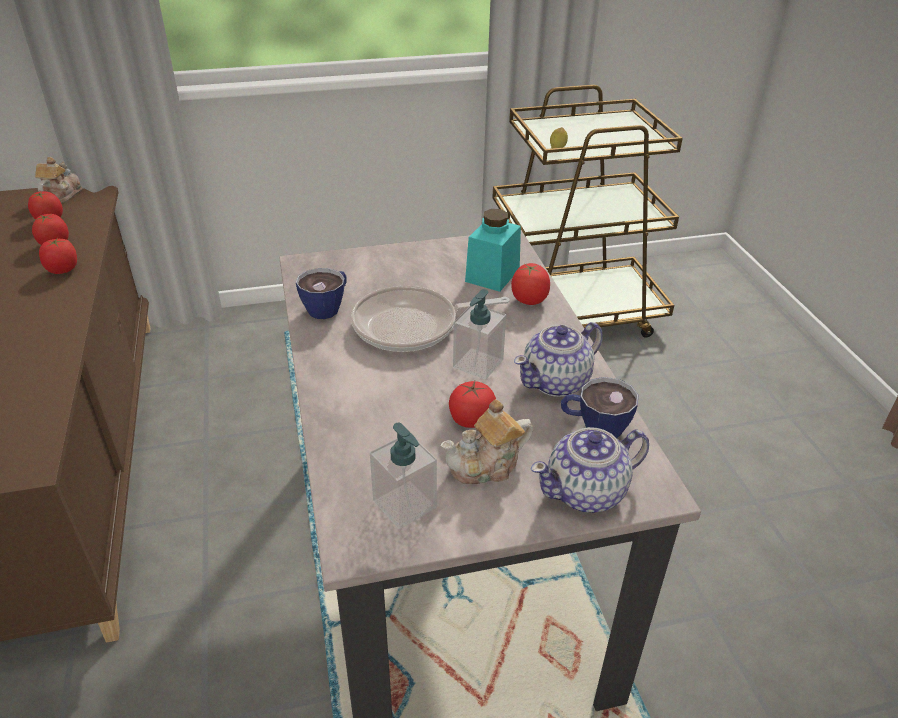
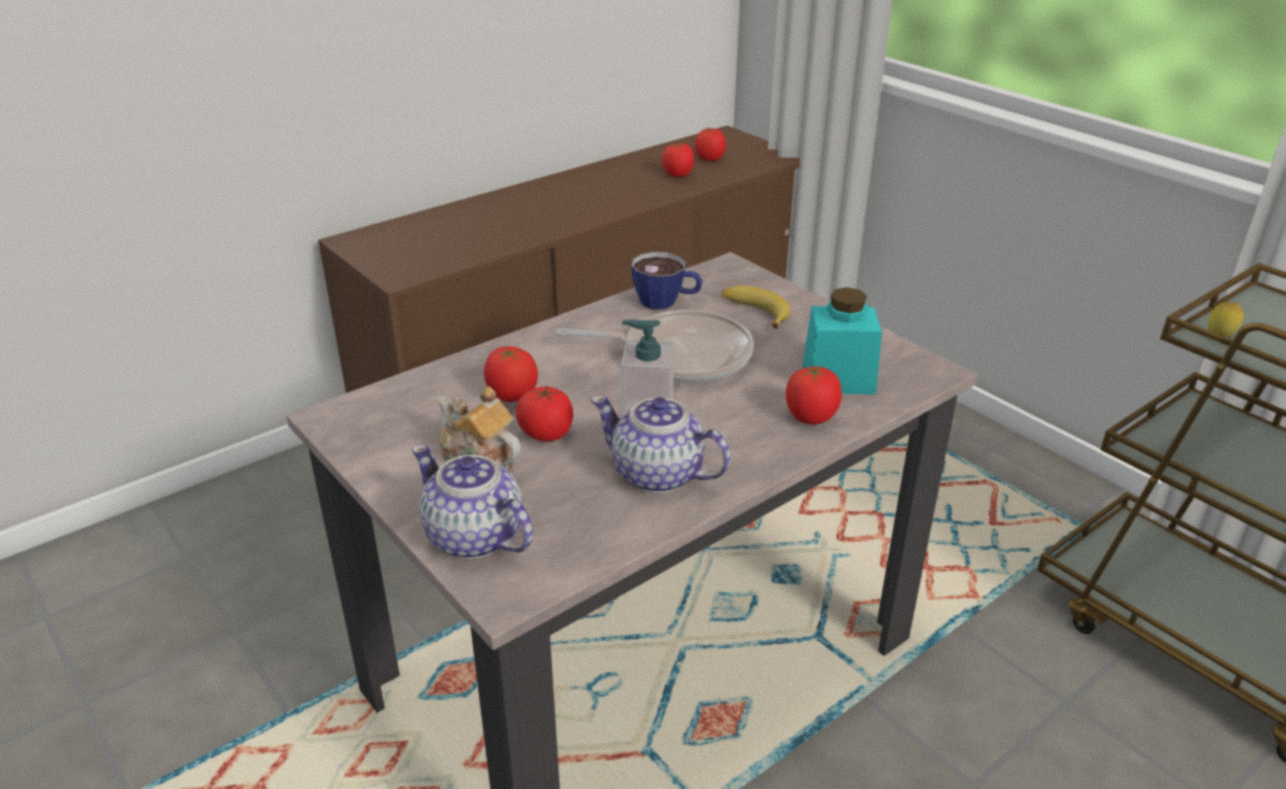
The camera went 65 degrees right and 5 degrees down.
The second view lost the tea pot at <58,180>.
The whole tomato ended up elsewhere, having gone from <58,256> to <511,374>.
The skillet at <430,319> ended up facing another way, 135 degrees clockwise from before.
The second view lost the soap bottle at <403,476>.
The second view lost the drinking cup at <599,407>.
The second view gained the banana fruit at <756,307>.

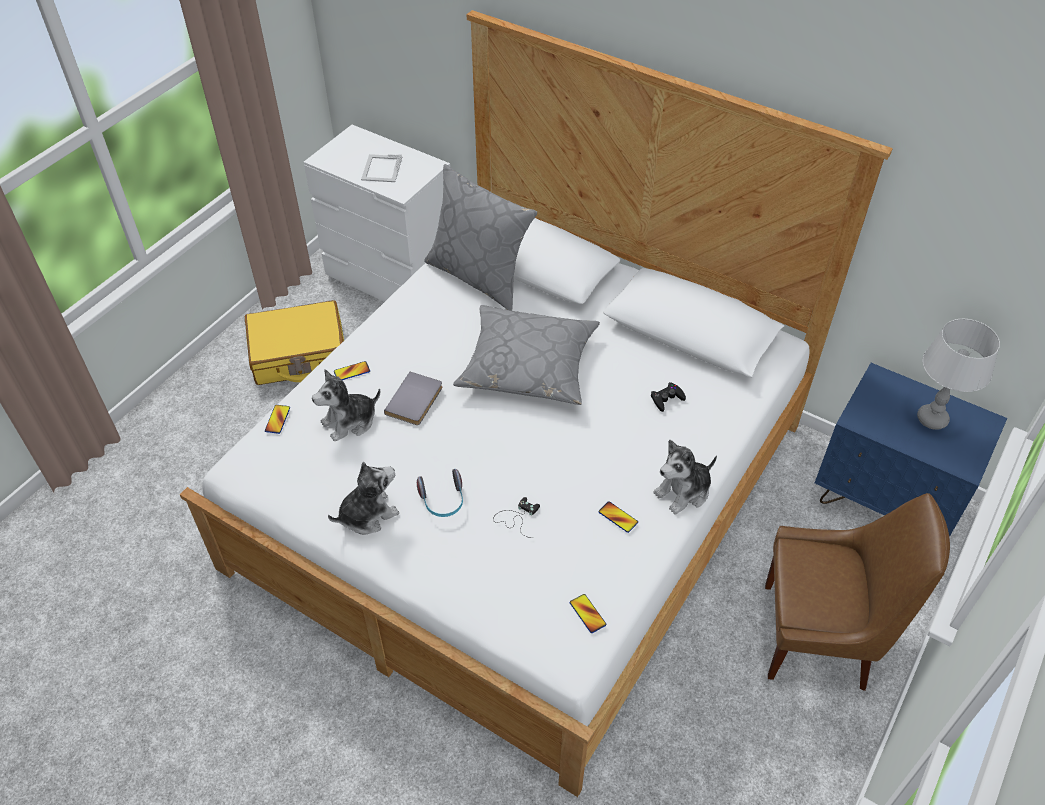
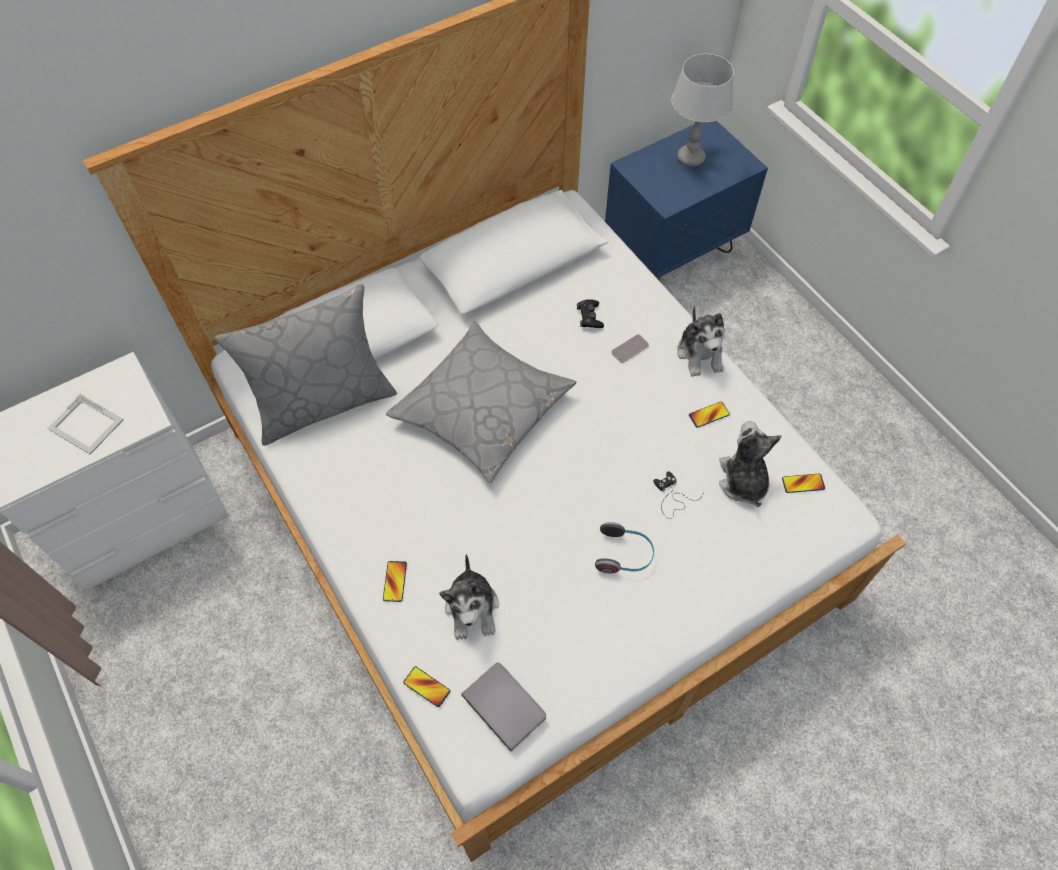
The camera went 65 degrees left and 10 degrees up.
The second view lost the yellow travel case at <294,342>.
The plush toy ended up elsewhere, having gone from <363,498> to <750,464>.
The grey book ended up elsewhere, having gone from <413,398> to <504,706>.
The second view lost the brown-coloured plain chair at <857,592>.
The second view gained the handset at <630,348>.

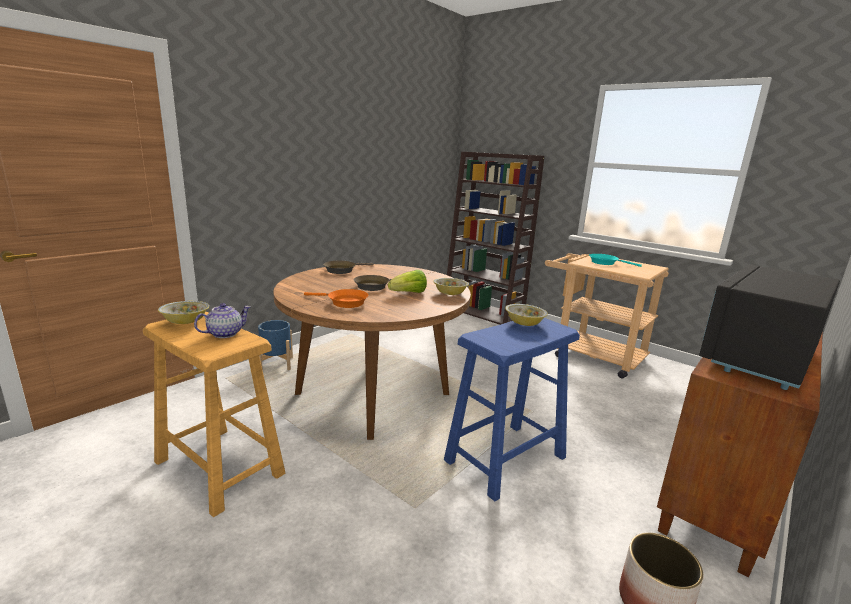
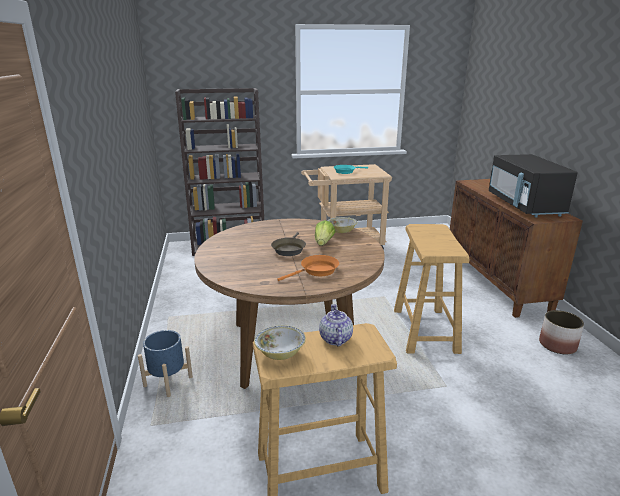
The camera went 50 degrees left and 5 degrees up.
The second view lost the brown-coloured skillet at <348,267>.
What was the bluish stool seat at <512,409> turned into the beige-coloured stool seat at <432,289>.
The second view lost the bowl at <526,315>.

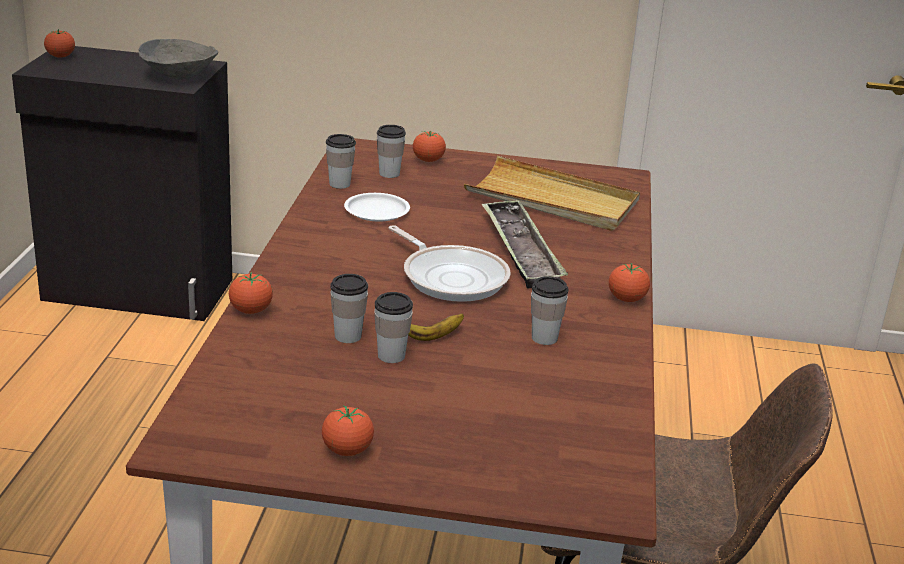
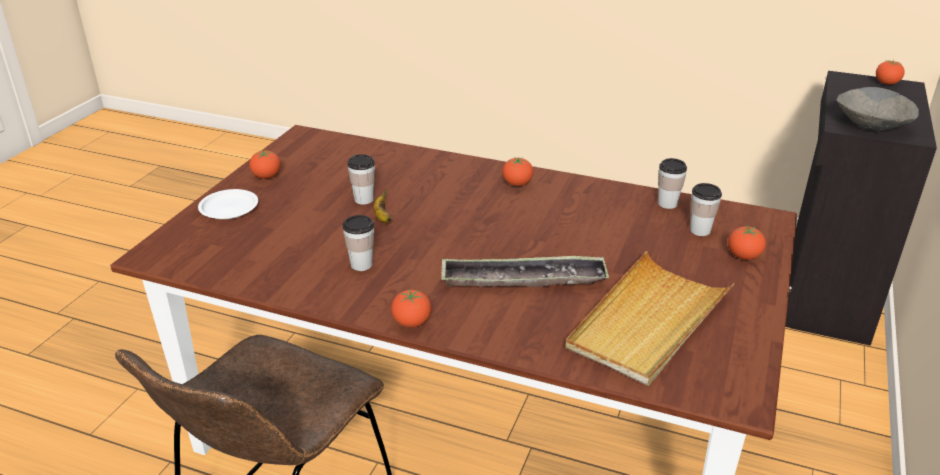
The camera went 105 degrees right and 5 degrees up.
The whole tomato ended up elsewhere, having gone from <251,293> to <517,171>.
The second view lost the drinking cup at <349,308>.
The white-coloured plate ended up elsewhere, having gone from <377,207> to <228,204>.
The second view lost the skillet at <449,263>.

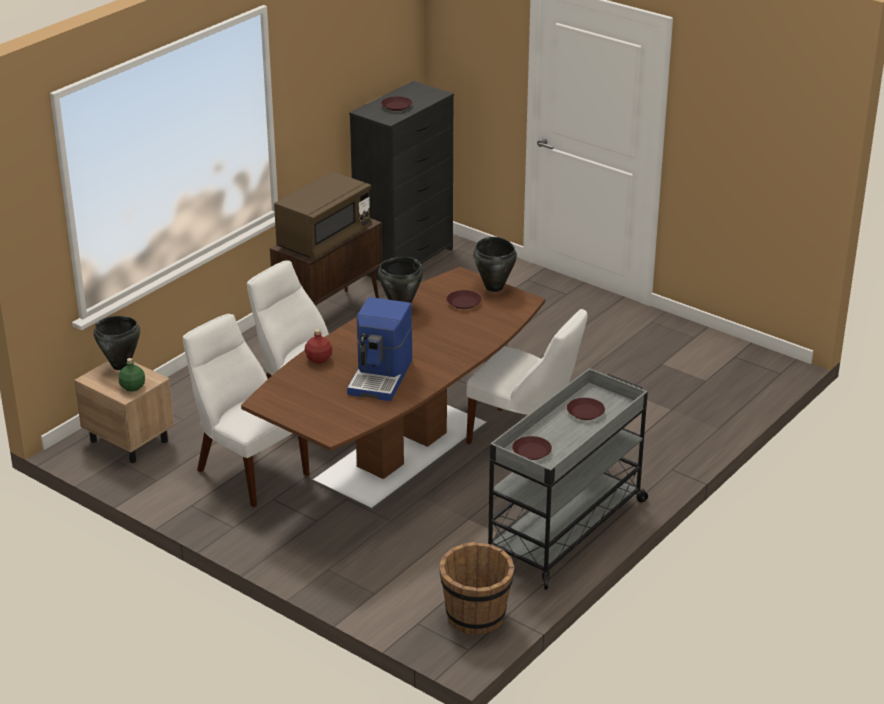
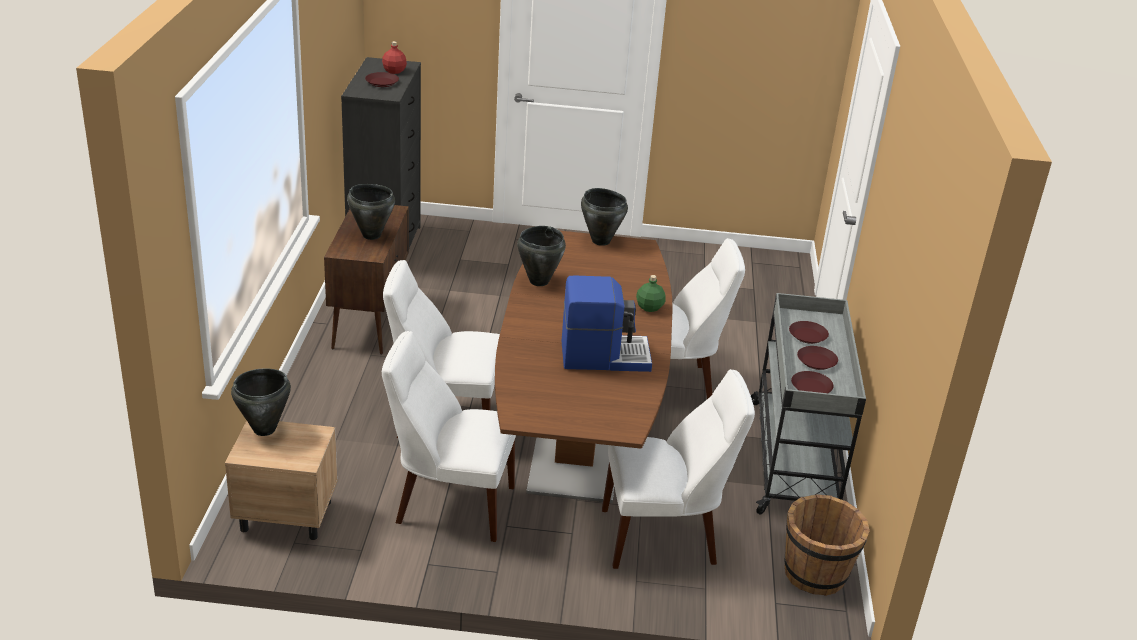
The camera went 35 degrees left and 0 degrees up.
The greenish drink bottle ended up elsewhere, having gone from <132,375> to <651,293>.
Where the brown-coloured kitchen microwave stood at <323,215>, the black saucepot came to stand at <371,212>.
The red drink bottle ended up elsewhere, having gone from <318,346> to <394,57>.
The coffee maker at <379,349> ended up facing another way, 75 degrees counterclockwise from before.
The brown-coloured plate ended up elsewhere, having gone from <464,299> to <817,358>.
The second view gained the white-coloured plain chair at <678,469>.

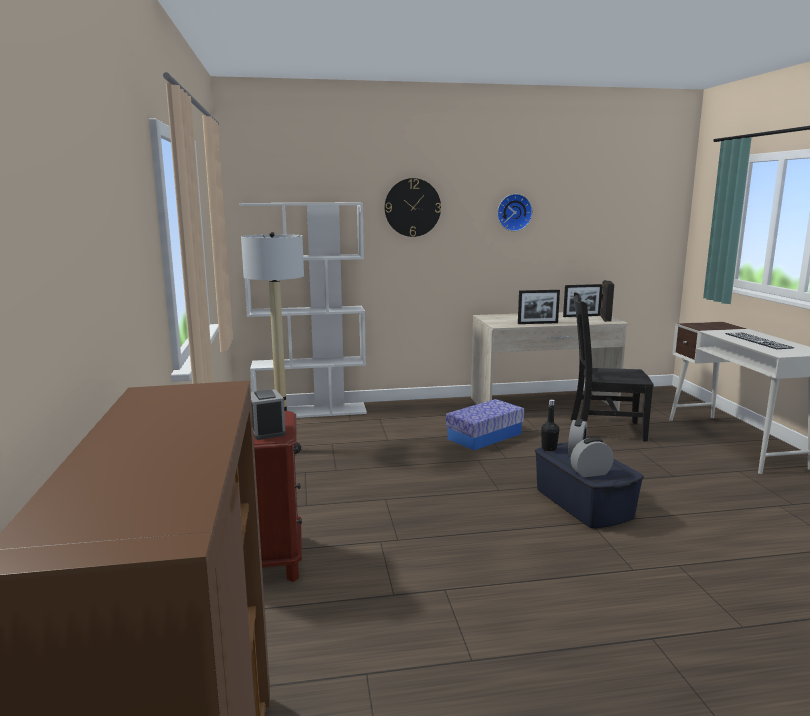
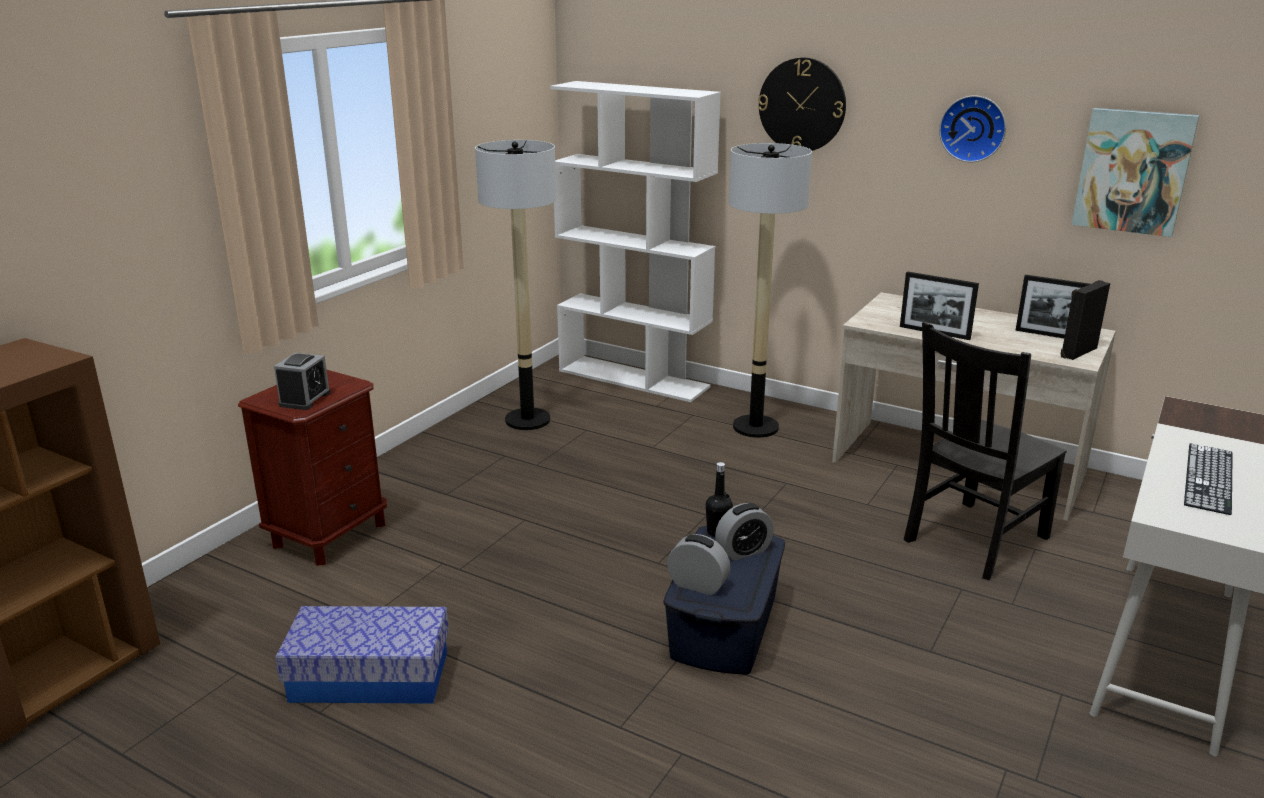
The camera went 40 degrees right and 10 degrees up.
The storage container ended up elsewhere, having gone from <485,424> to <362,655>.
The black plain chair at <612,367> ended up facing another way, 90 degrees counterclockwise from before.
The second view gained the standard lamp at <770,290>.
The second view gained the wall art at <1135,172>.

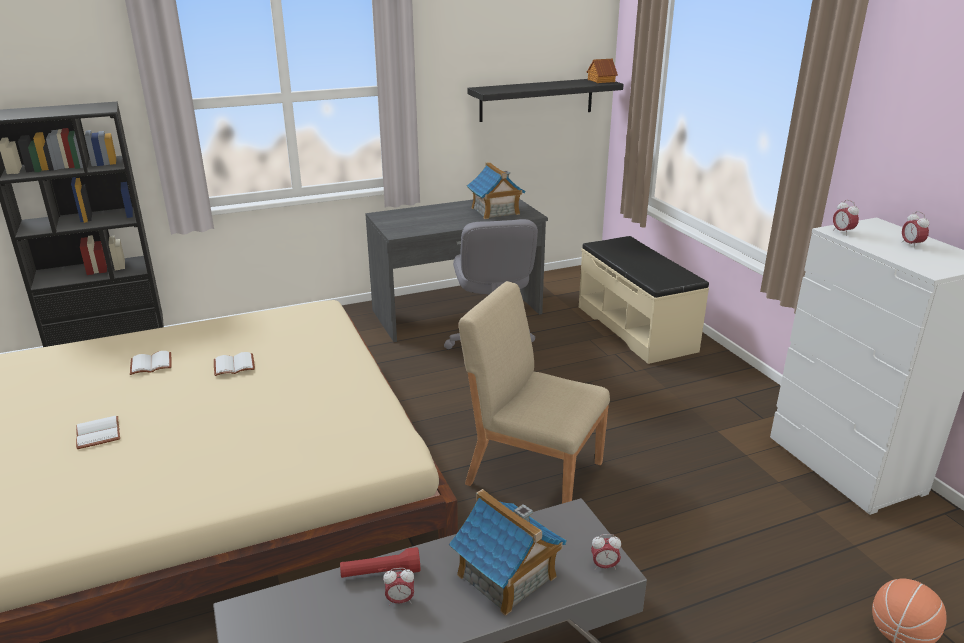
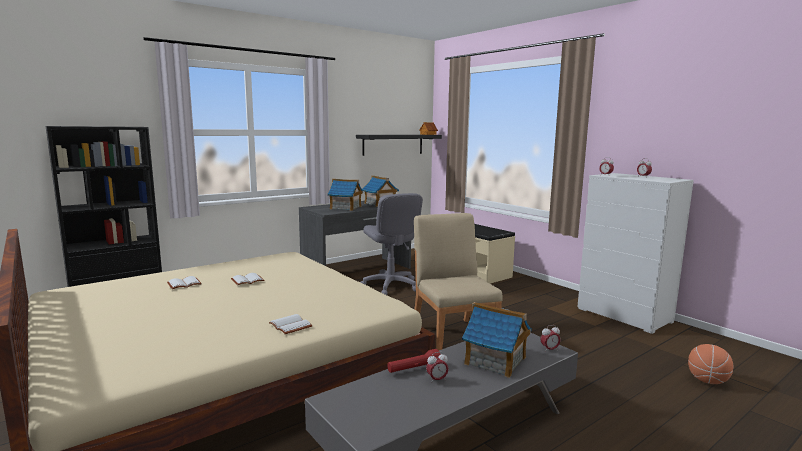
The camera went 15 degrees left and 15 degrees down.
The white-coloured book ended up elsewhere, having gone from <98,432> to <291,324>.
The beige-coloured plain chair at <534,392> ended up facing another way, 60 degrees clockwise from before.
The second view gained the toy house at <345,195>.

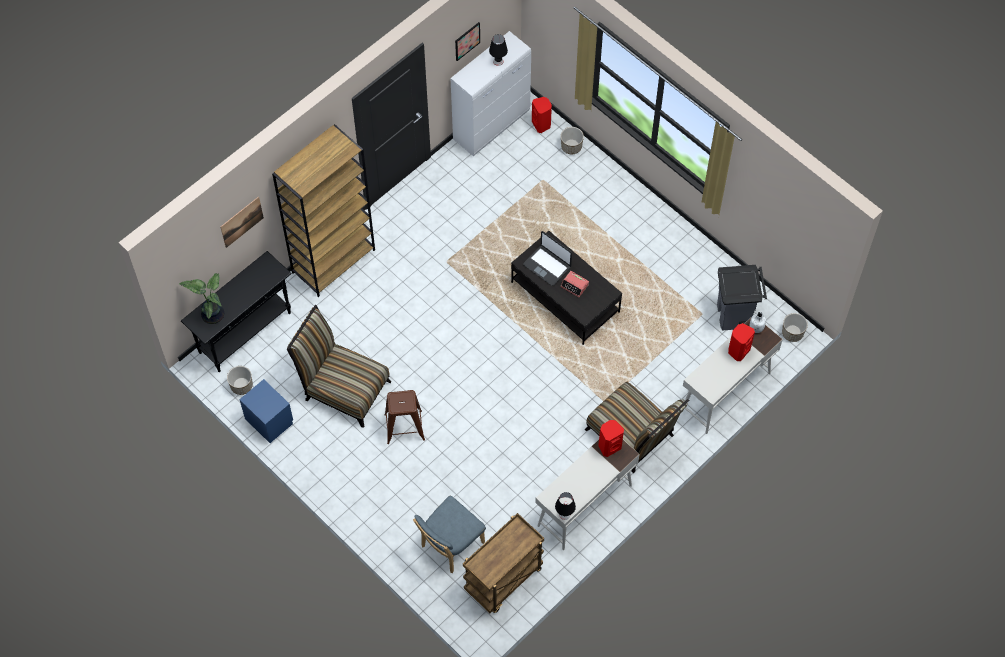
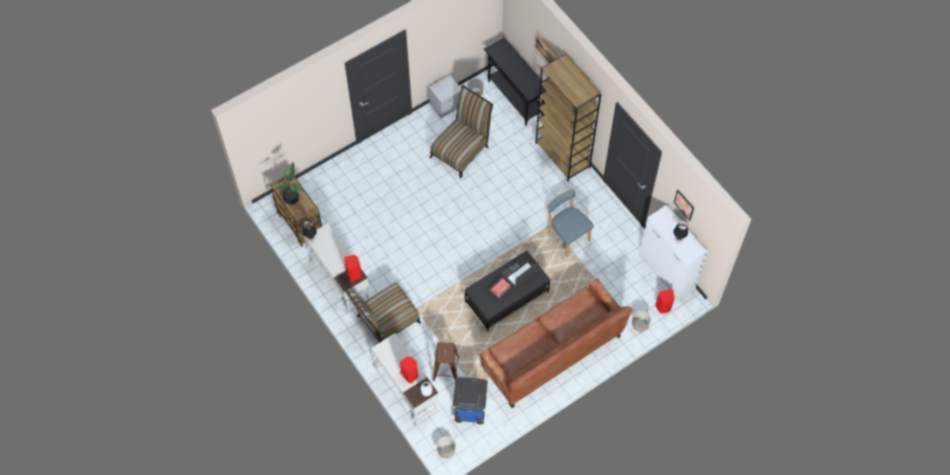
The camera went 100 degrees right and 0 degrees up.
The plant in a pot ended up elsewhere, having gone from <201,298> to <288,183>.
What was the bluish nightstand at <266,411> turned into the grey nightstand at <445,96>.
The brown-coloured stool seat ended up elsewhere, having gone from <404,417> to <446,361>.
The bluish plain chair ended up elsewhere, having gone from <449,534> to <570,223>.
What was the grey waste bin at <742,298> turned into the bluish waste bin at <470,400>.
The second view gained the brown-coloured sofa at <555,343>.

